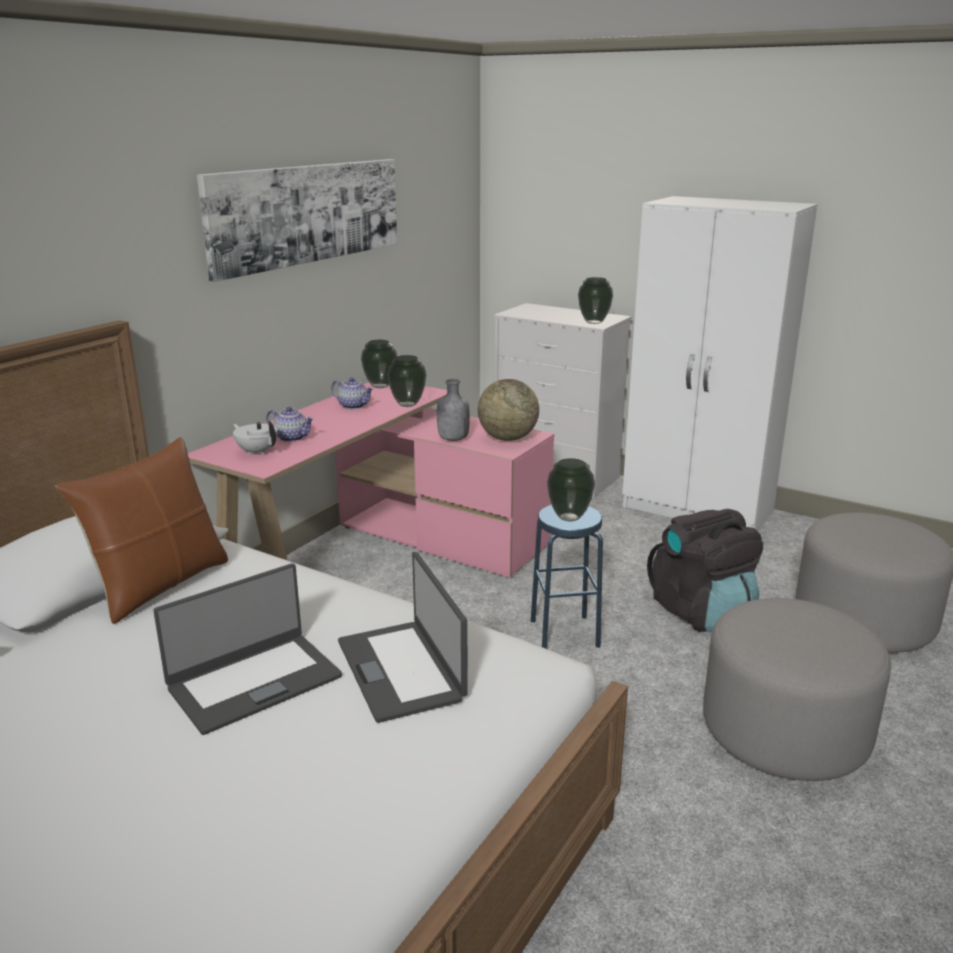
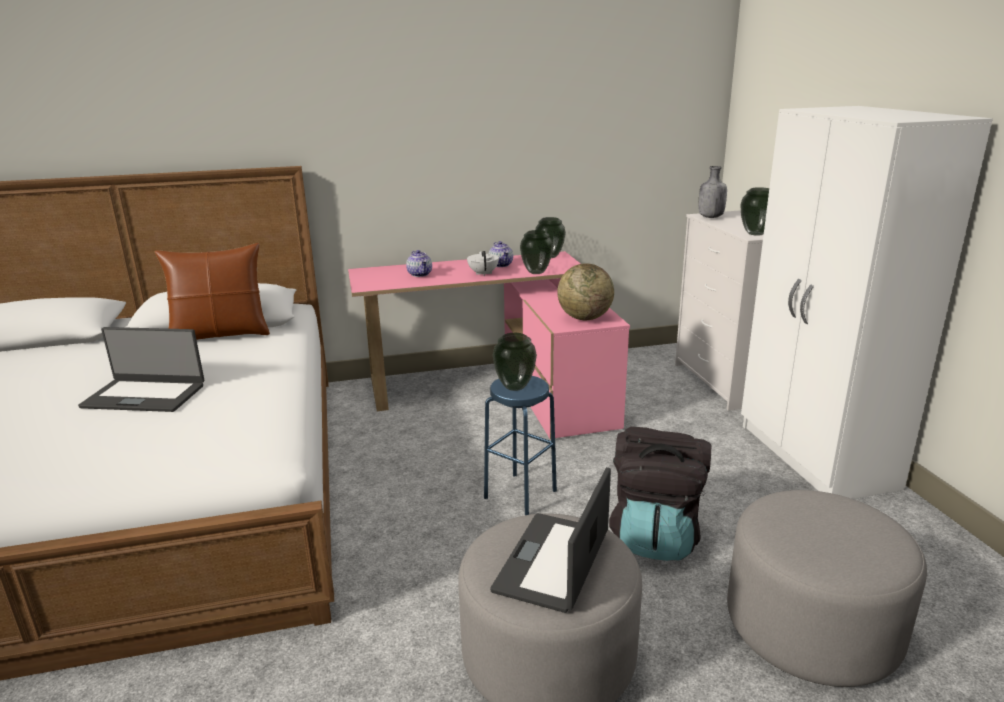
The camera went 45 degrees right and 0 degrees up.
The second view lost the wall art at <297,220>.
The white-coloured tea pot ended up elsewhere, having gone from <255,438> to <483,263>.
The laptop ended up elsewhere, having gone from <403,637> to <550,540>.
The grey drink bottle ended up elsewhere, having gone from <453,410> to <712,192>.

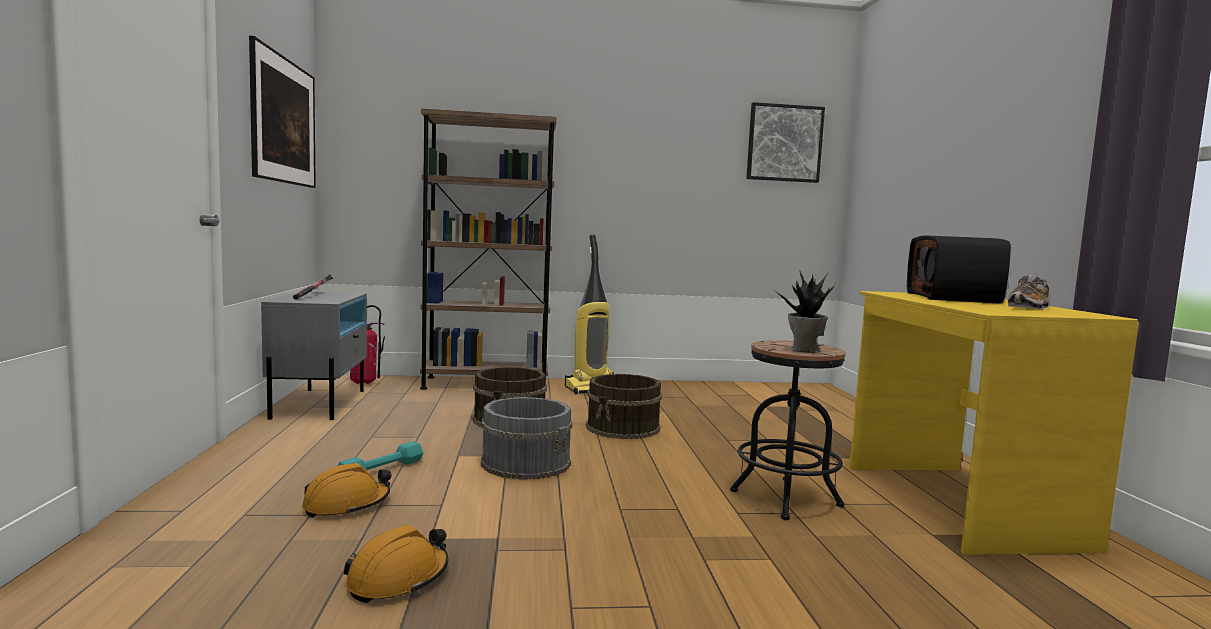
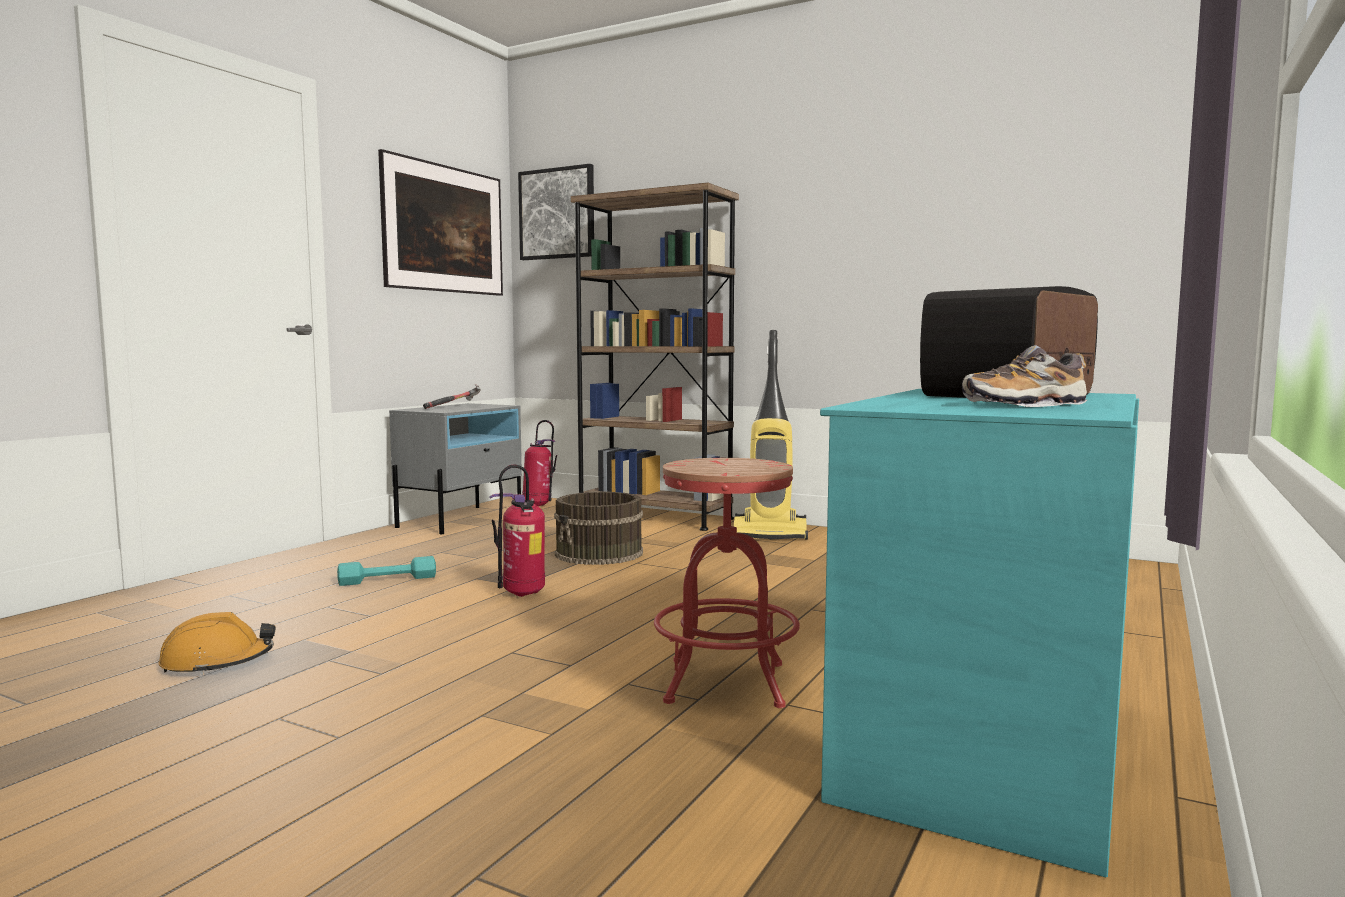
The camera went 35 degrees right and 0 degrees up.
The second view lost the orangey work helmet at <347,490>.
Where the grey bucket stood at <527,438>, the fire extinguisher came to stand at <517,531>.
The second view lost the brown-coloured bucket at <624,406>.
What was the black stool seat at <788,430> turned into the red stool seat at <727,583>.
The wall art ended up elsewhere, having gone from <785,142> to <556,212>.
The second view lost the plant in a pot at <806,312>.
What was the yellow desk unit at <994,423> turned into the blue-green desk unit at <979,633>.

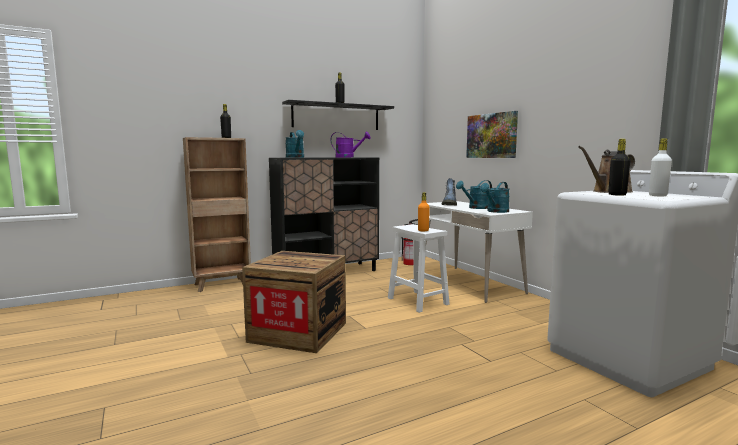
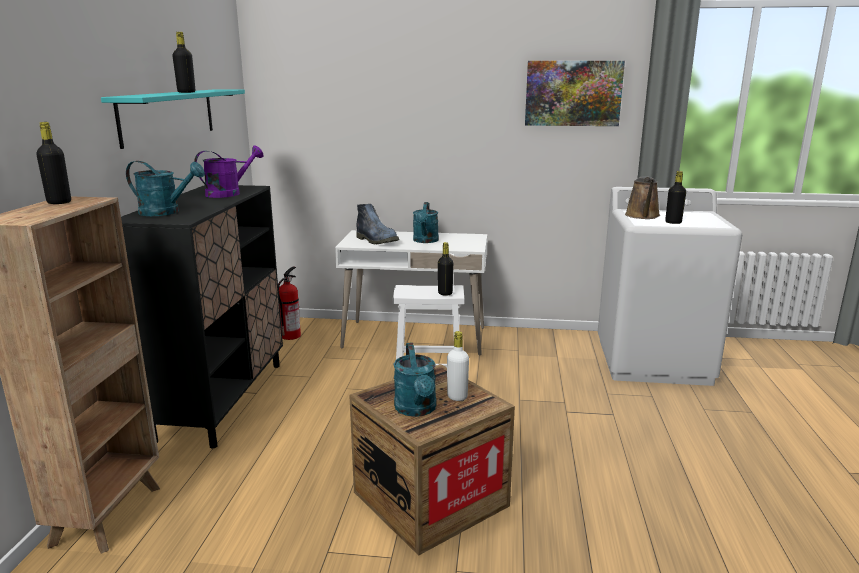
The camera went 55 degrees left and 10 degrees up.
What was the black bracket shelf at <338,115> turned into the blue-green bracket shelf at <173,119>.
What was the orangey drink bottle at <424,211> turned into the black drink bottle at <445,269>.
The wall art ended up elsewhere, having gone from <492,134> to <575,93>.
The blue-green watering pot ended up elsewhere, having gone from <494,197> to <414,380>.
The white-coloured drink bottle ended up elsewhere, having gone from <660,167> to <458,366>.

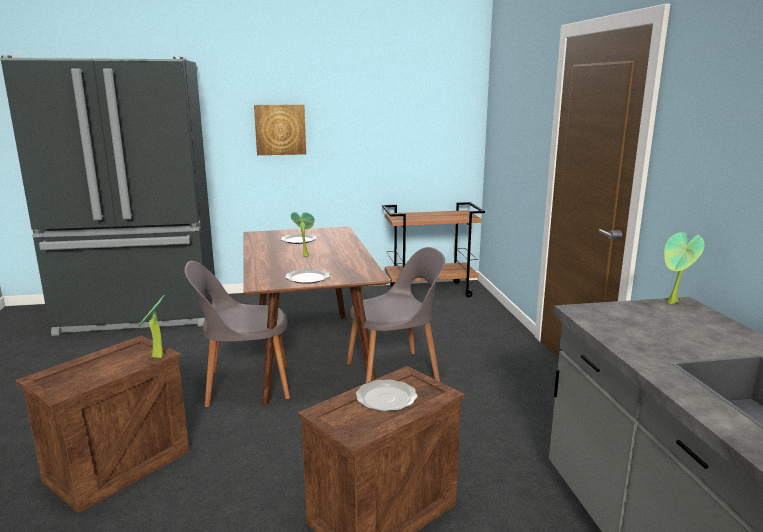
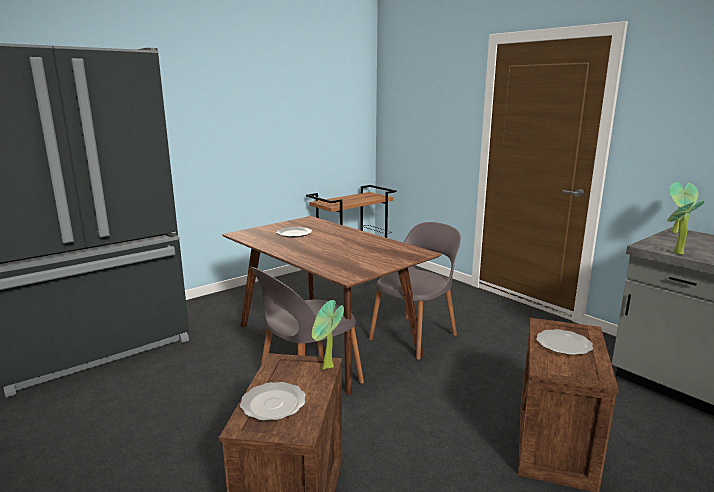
The camera went 30 degrees left and 0 degrees up.
The second view lost the wall art at <280,130>.
The plate ended up elsewhere, having gone from <307,276> to <273,401>.
The plant in a pot ended up elsewhere, having gone from <303,234> to <685,227>.

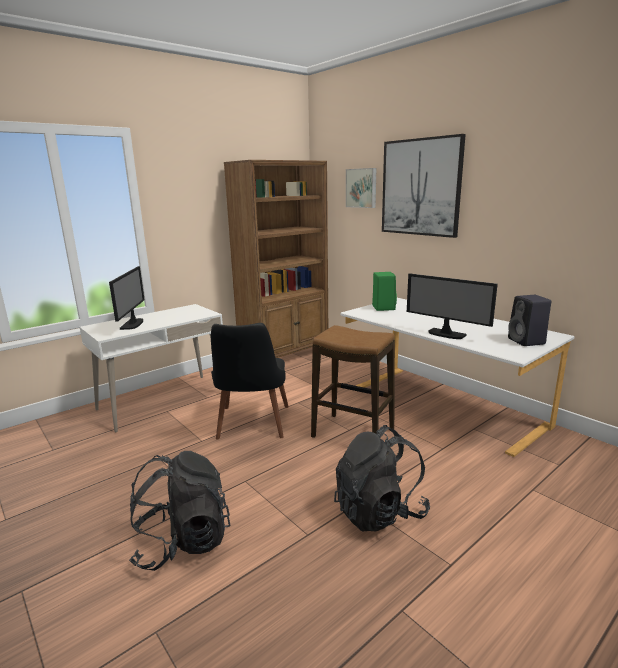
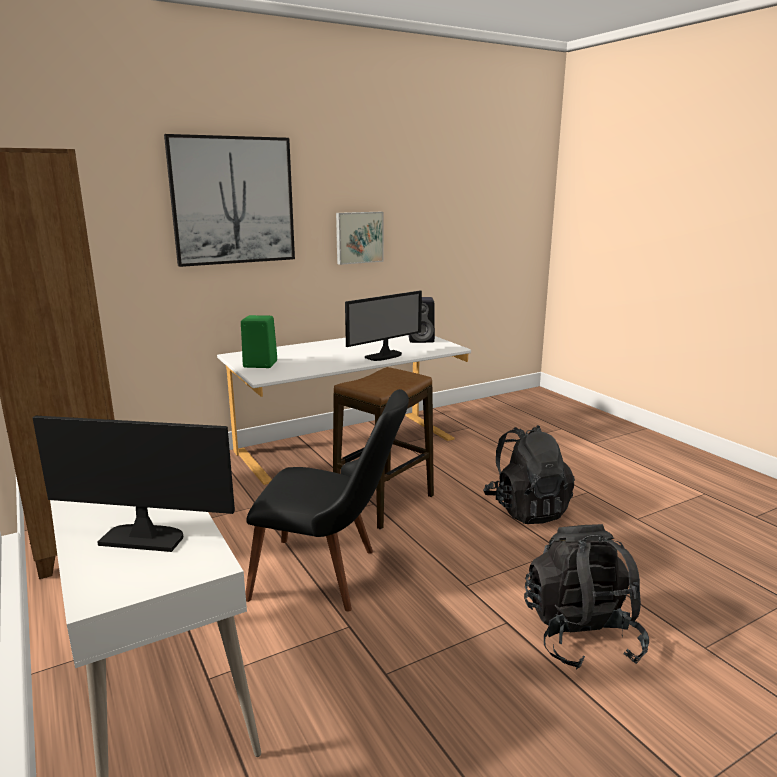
The camera went 80 degrees left and 0 degrees up.
The wall art ended up elsewhere, having gone from <361,188> to <360,238>.

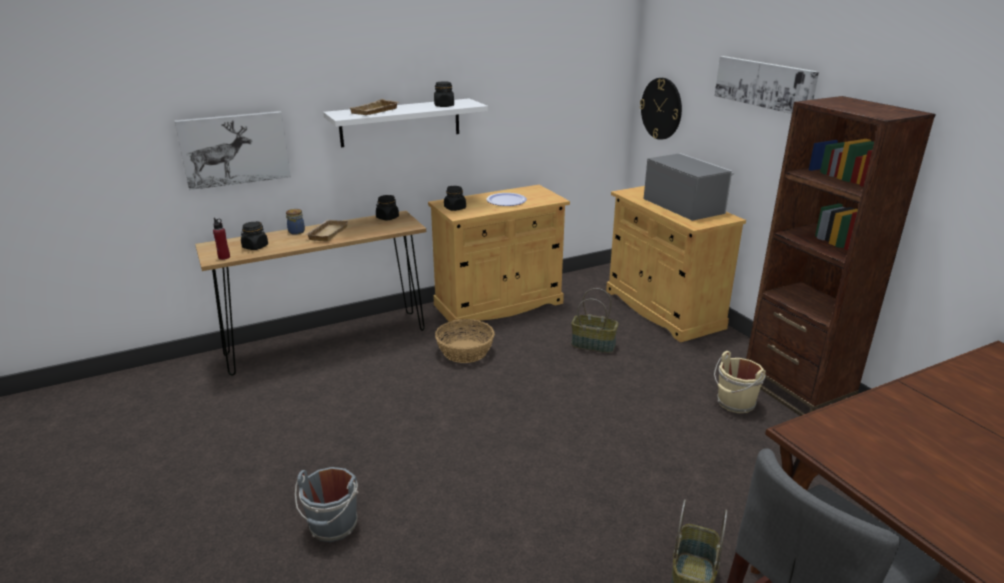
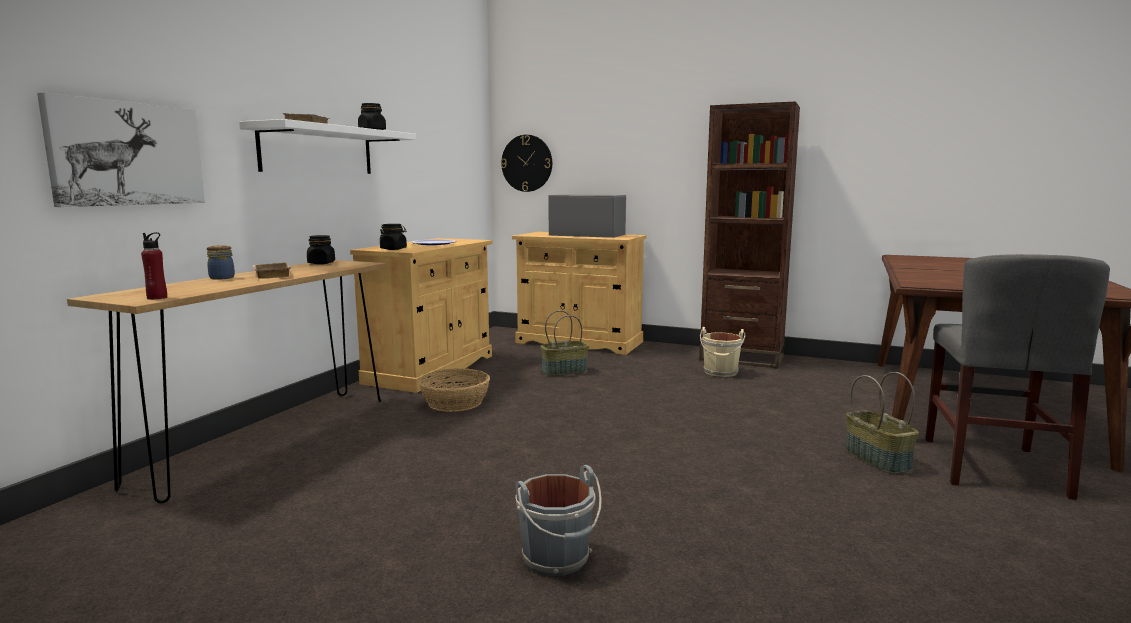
The camera went 40 degrees left and 15 degrees down.
The second view lost the black storage jar at <254,235>.
The second view lost the wall art at <767,85>.

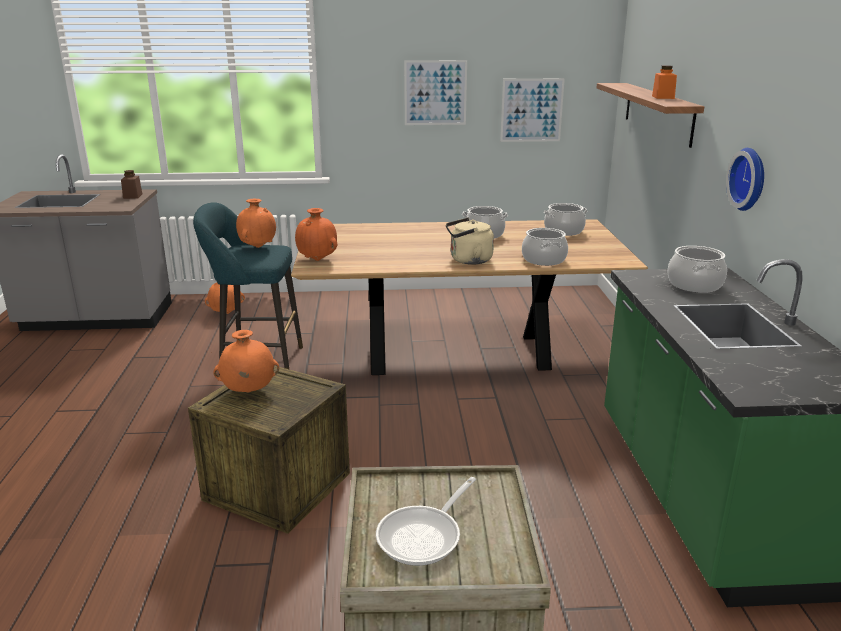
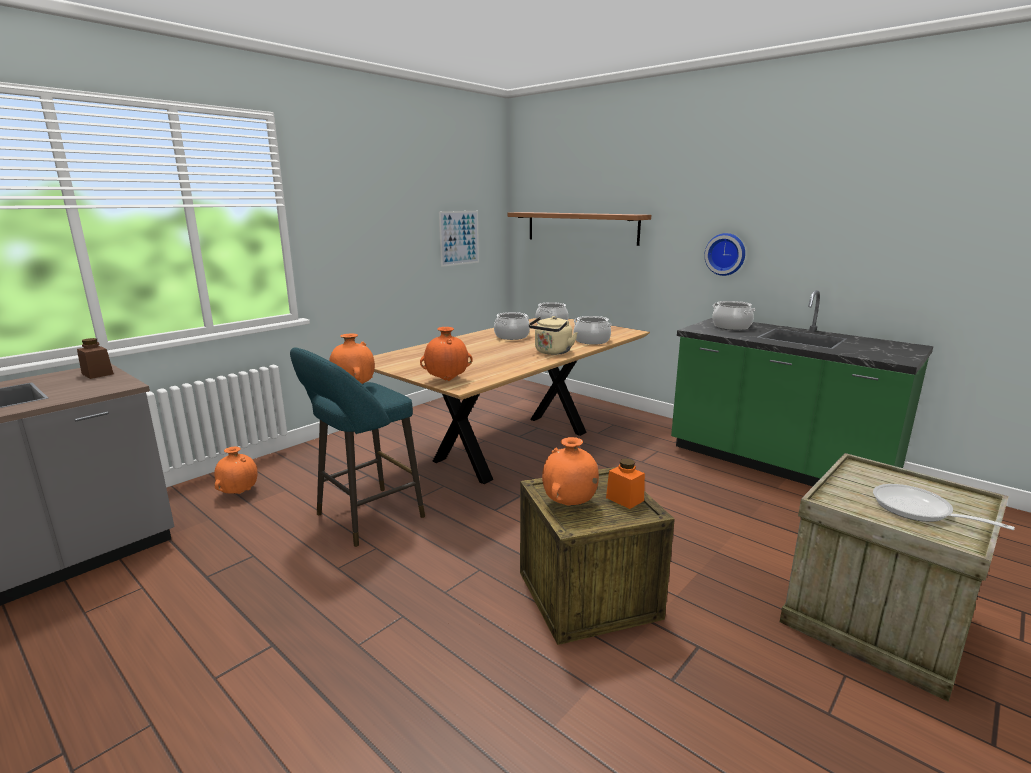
The camera went 45 degrees left and 5 degrees down.
The skillet at <426,521> ended up facing another way, 150 degrees clockwise from before.
The second view lost the wall art at <435,92>.
The orangey storage jar ended up elsewhere, having gone from <664,82> to <625,483>.

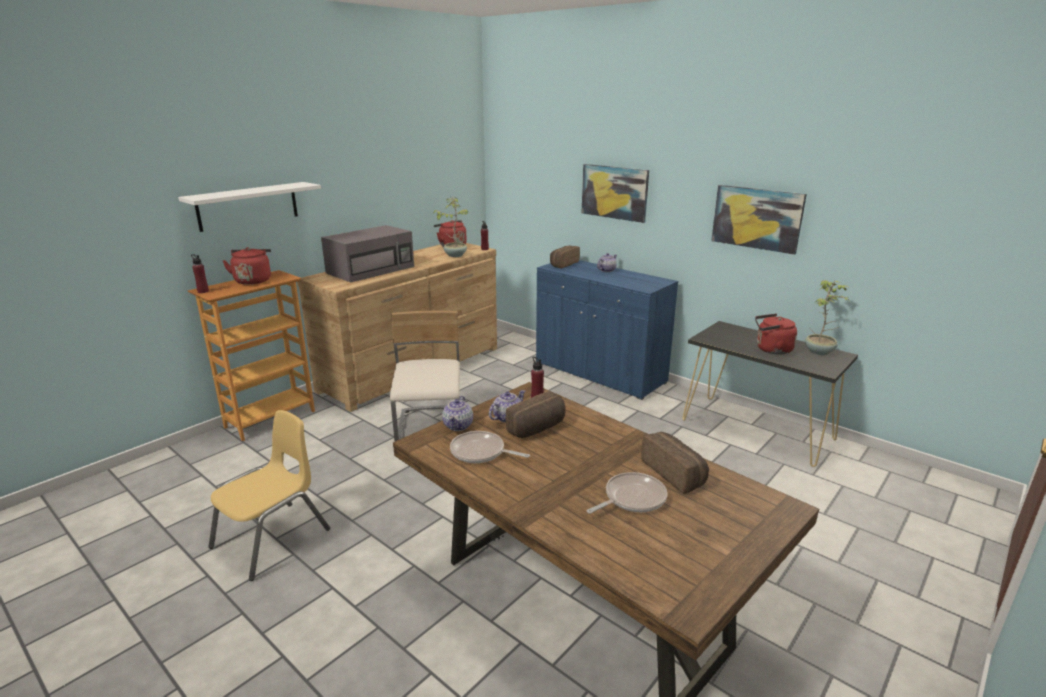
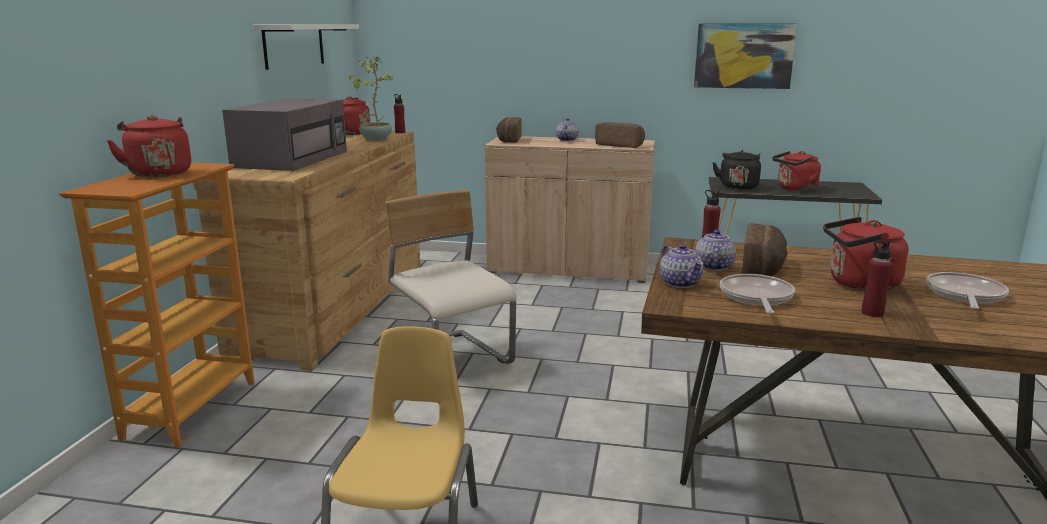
The camera went 30 degrees left and 5 degrees down.
The white-coloured bracket shelf ended up elsewhere, having gone from <249,207> to <305,47>.
The red drink bottle ended up elsewhere, having gone from <200,273> to <877,278>.
The skillet at <490,447> ended up facing another way, 105 degrees clockwise from before.
What was the bluish storage cabinet at <607,330> turned into the beige-coloured storage cabinet at <570,209>.
The second view lost the wall art at <615,193>.
The bread ended up elsewhere, having gone from <675,463> to <620,135>.
The second view lost the plant in a pot at <827,317>.
The second view gained the black water kettle at <736,170>.
The second view gained the red water kettle at <866,254>.

